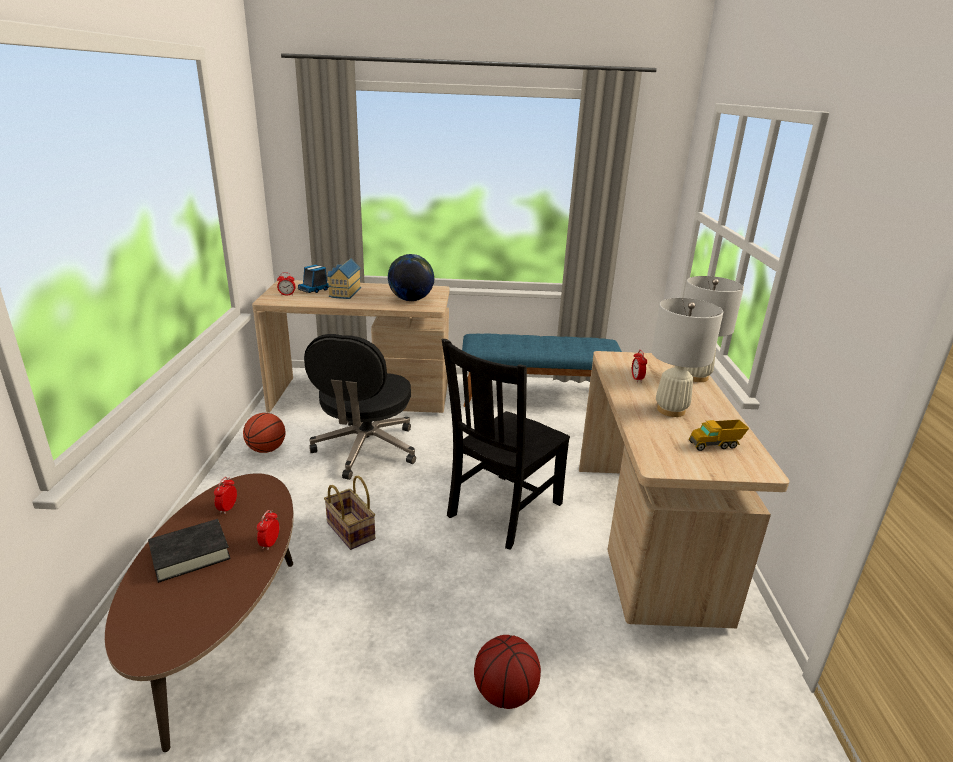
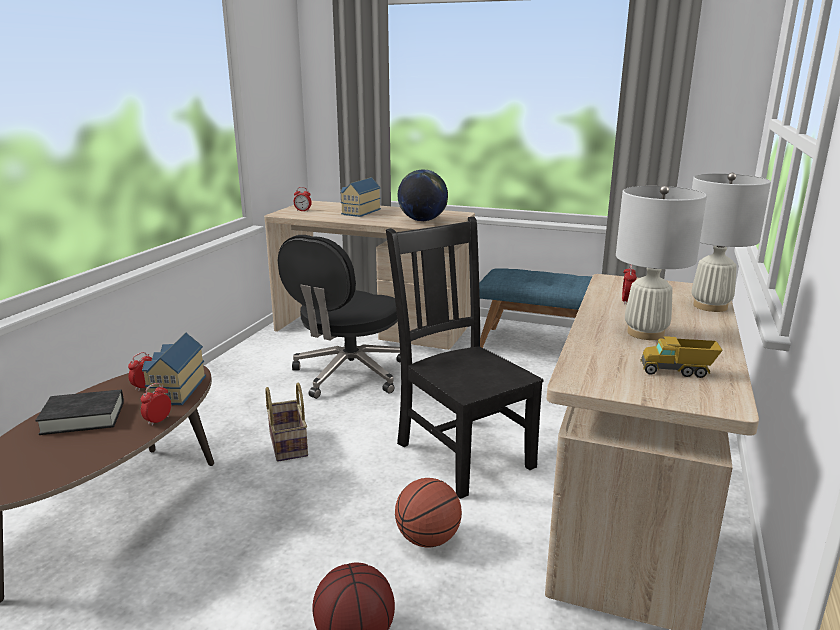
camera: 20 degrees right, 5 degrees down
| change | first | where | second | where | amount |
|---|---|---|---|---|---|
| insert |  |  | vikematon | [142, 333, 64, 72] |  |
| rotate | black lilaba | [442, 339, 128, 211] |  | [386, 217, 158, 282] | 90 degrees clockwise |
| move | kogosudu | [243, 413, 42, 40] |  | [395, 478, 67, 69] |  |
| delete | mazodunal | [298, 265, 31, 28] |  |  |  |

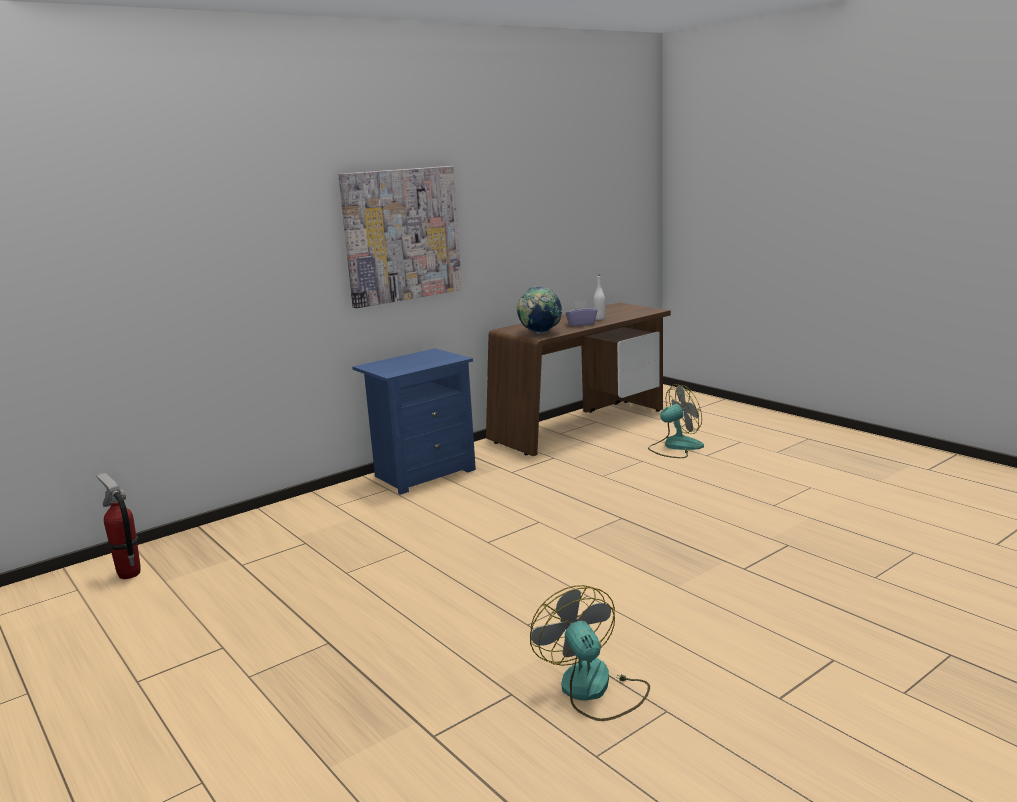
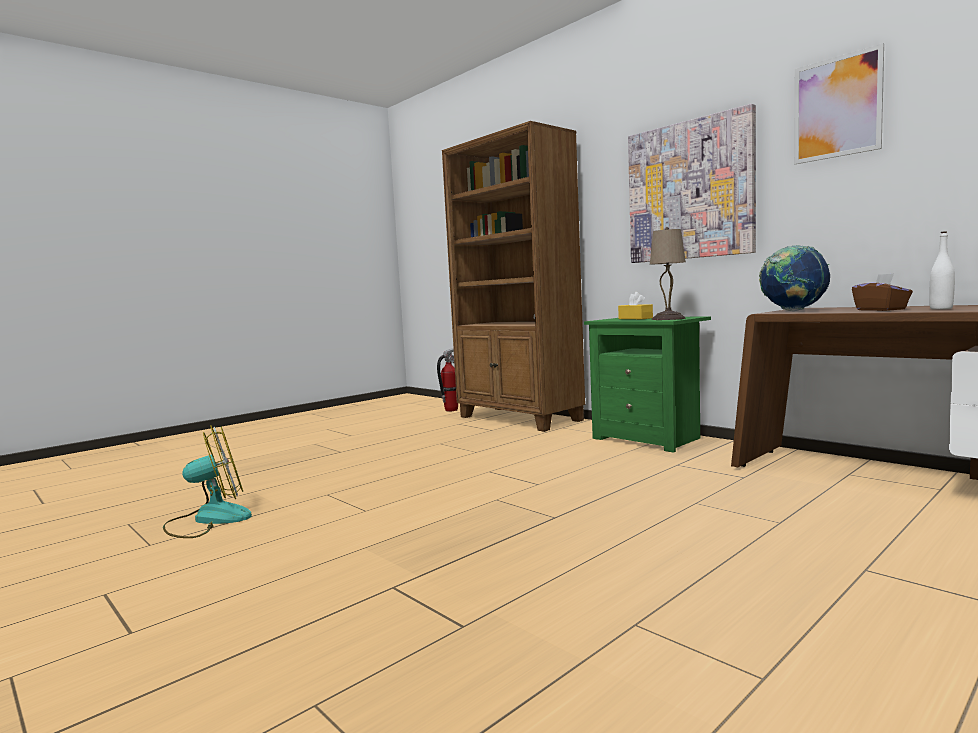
camera: 85 degrees right, 10 degrees down
| change | first | where | second | where | amount |
|---|---|---|---|---|---|
| insert |  |  | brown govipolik | [442, 121, 143, 311] |  |
| recolor | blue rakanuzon | [352, 348, 124, 147] | green rakanuzon | [584, 316, 127, 137] |  |
| insert |  |  | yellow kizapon | [618, 292, 35, 27] |  |
| insert |  |  | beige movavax | [650, 227, 36, 93] |  |
| insert |  |  | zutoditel | [794, 43, 90, 121] |  |
| recolor | purple kizapon | [565, 301, 32, 25] | brown kizapon | [852, 273, 61, 38] |  |
| delete | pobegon | [648, 384, 56, 74] |  |  |  |

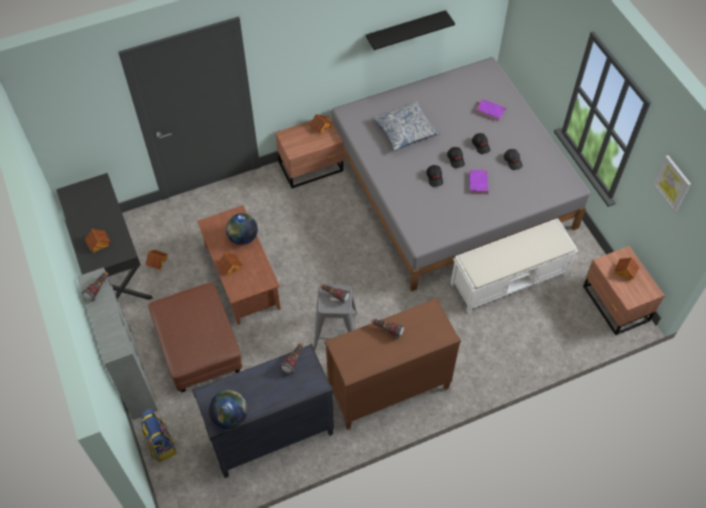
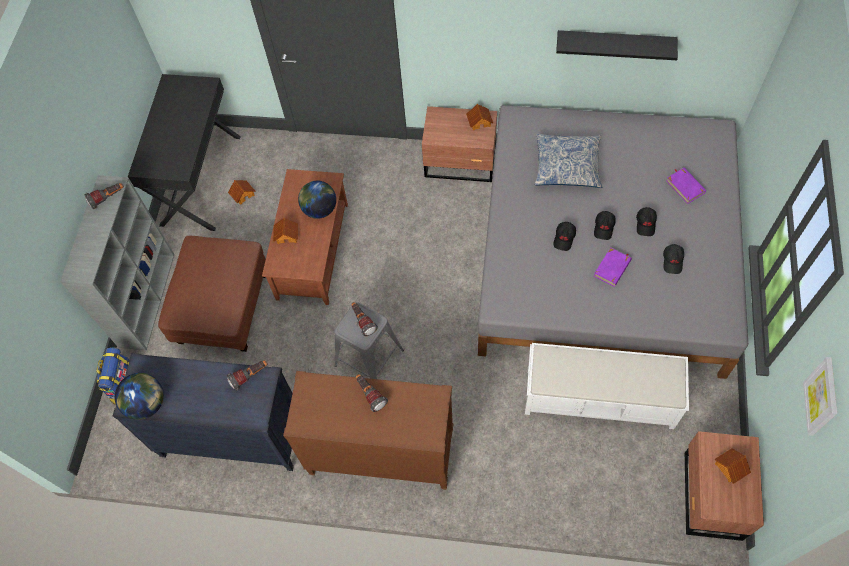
camera: 35 degrees right, 5 degrees up
| change | first | where | second | where | amount |
|---|---|---|---|---|---|
| delete | vikematon | [85, 229, 25, 24] |  |  |  |

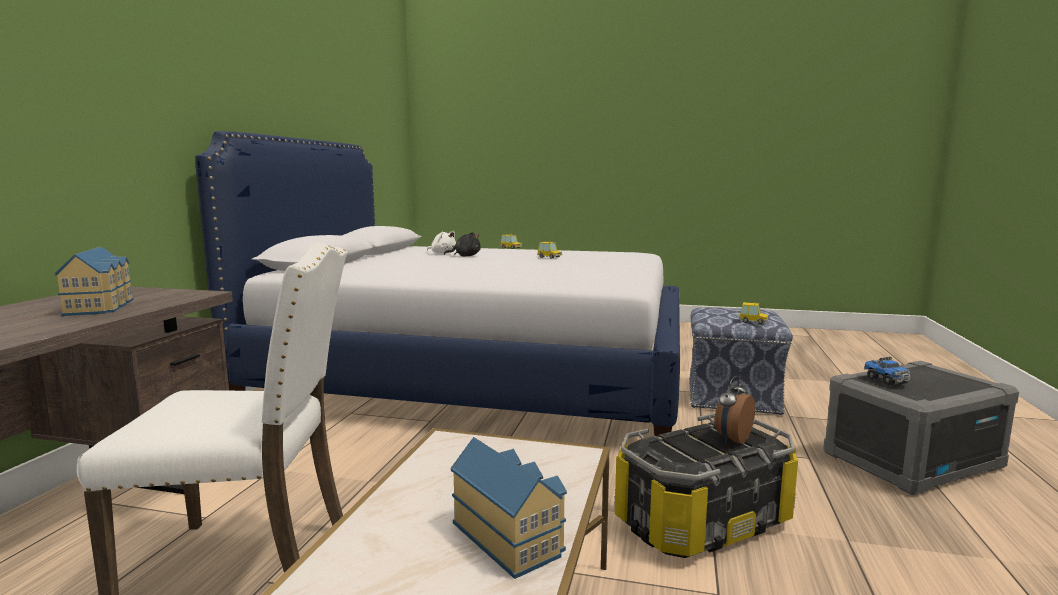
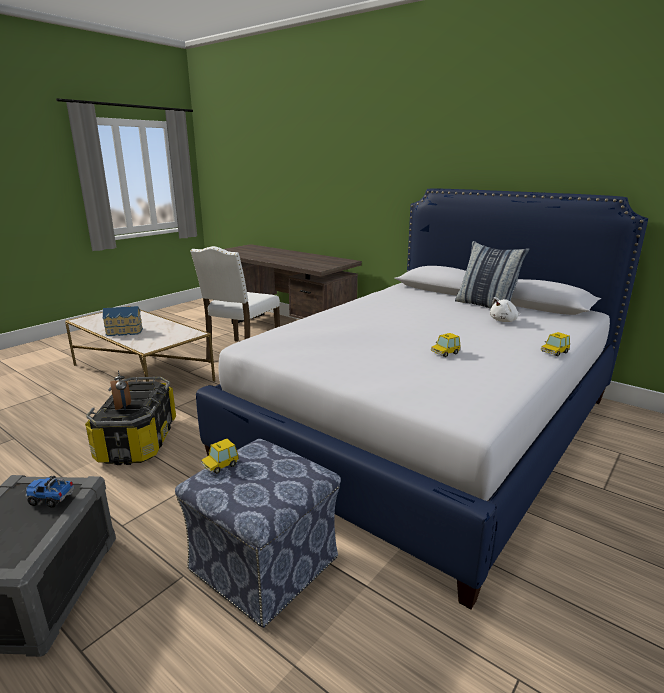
camera: 115 degrees right, 10 degrees up
| change | first | where | second | where | amount |
|---|---|---|---|---|---|
| insert |  |  | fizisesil | [455, 241, 74, 68] |  |
| delete | vikematon | [54, 247, 80, 69] |  |  |  |
| delete | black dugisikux | [444, 232, 37, 25] |  |  |  |

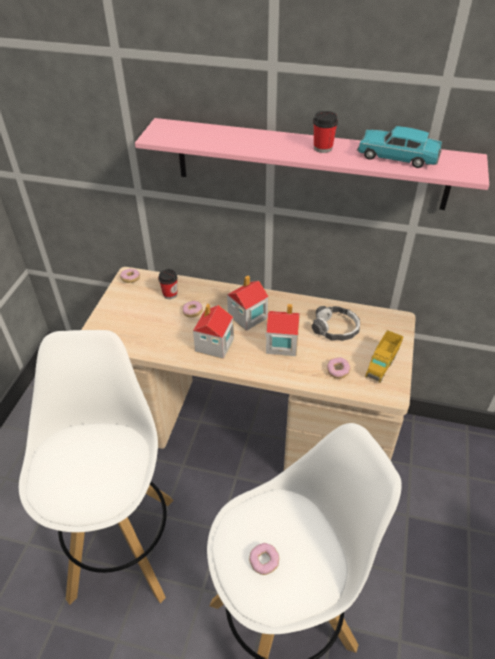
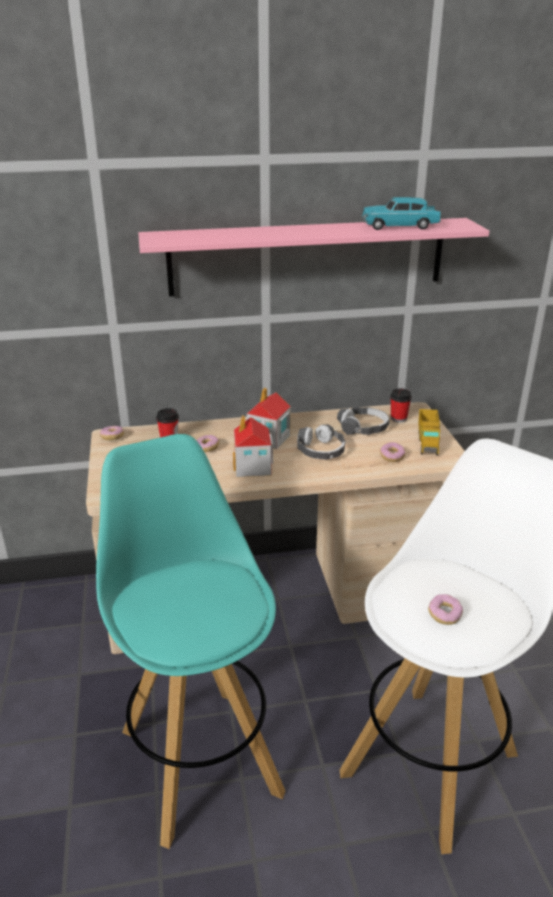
camera: 25 degrees left, 15 degrees down
| change | first | where | second | where | amount |
|---|---|---|---|---|---|
| recolor | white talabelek | [19, 330, 155, 275] | turquoise talabelek | [96, 434, 189, 415] |  |
| replace | vikematon | [265, 304, 35, 52] | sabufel | [297, 424, 49, 36] |  |
| move | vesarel | [313, 111, 25, 42] |  | [390, 388, 22, 35] |  |

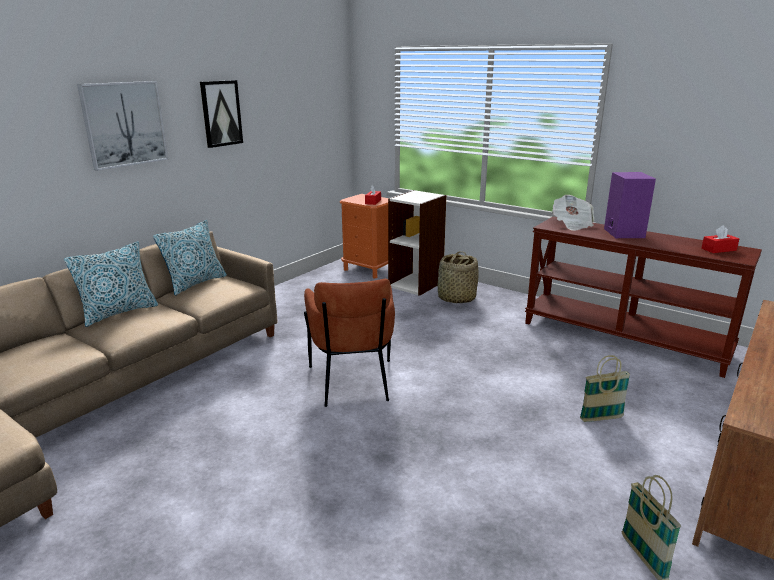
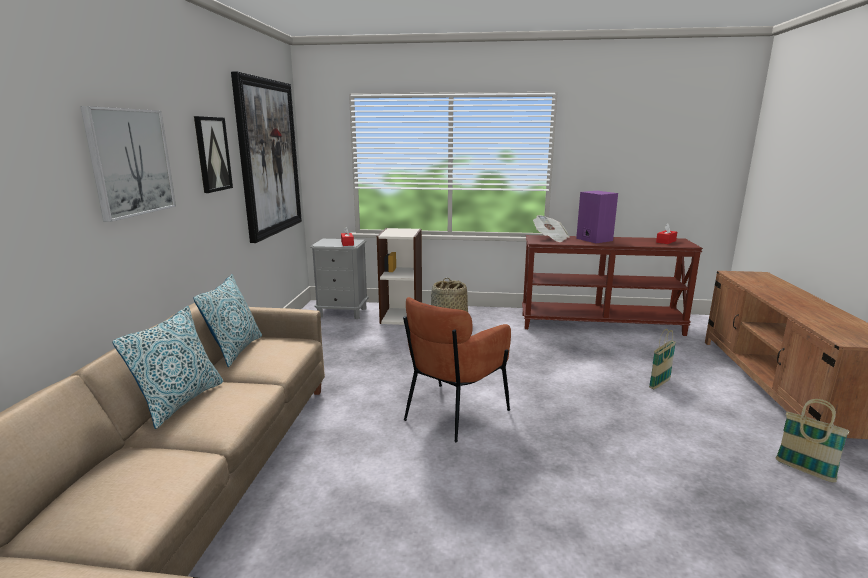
camera: 30 degrees left, 5 degrees down
| change | first | where | second | where | amount |
|---|---|---|---|---|---|
| insert |  |  | zutoditel | [231, 72, 71, 171] |  |
| recolor | orange rakanuzon | [340, 194, 48, 84] | grey rakanuzon | [310, 239, 59, 80] |  |
| rotate | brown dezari | [304, 279, 91, 128] |  | [403, 297, 108, 145] | 75 degrees clockwise |

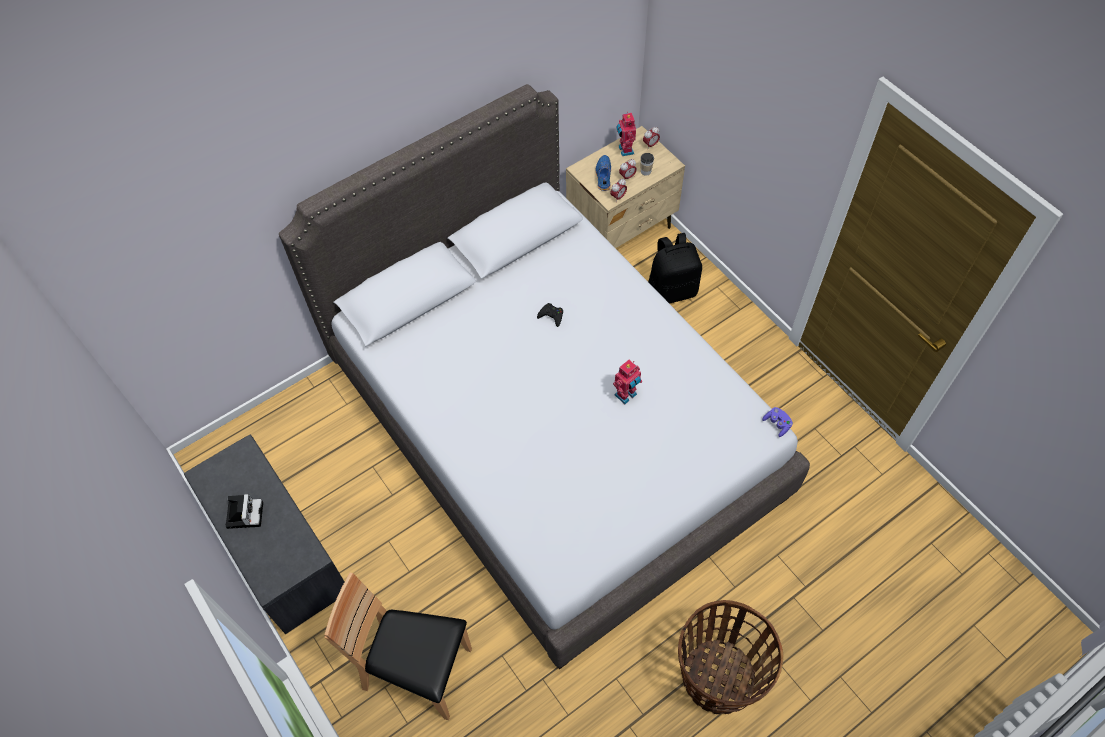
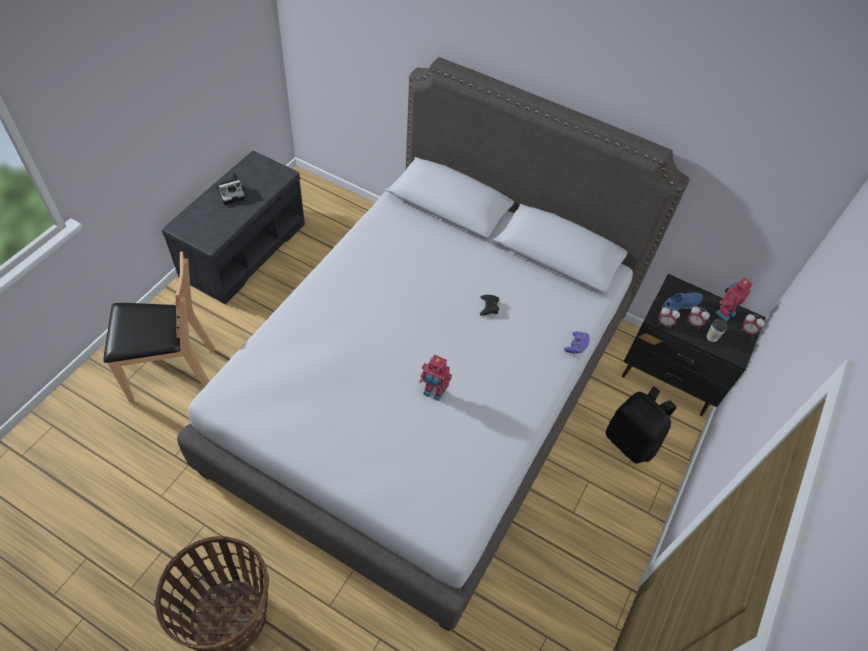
camera: 60 degrees right, 5 degrees down
| change | first | where | second | where | amount |
|---|---|---|---|---|---|
| rotate | brown lilaba | [324, 573, 148, 147] |  | [103, 251, 112, 151] | 90 degrees clockwise |
| move | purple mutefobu | [762, 407, 31, 30] |  | [564, 331, 26, 23] |  |
| recolor | beige rakanuzon | [566, 126, 119, 122] | black rakanuzon | [622, 274, 144, 142] |  |

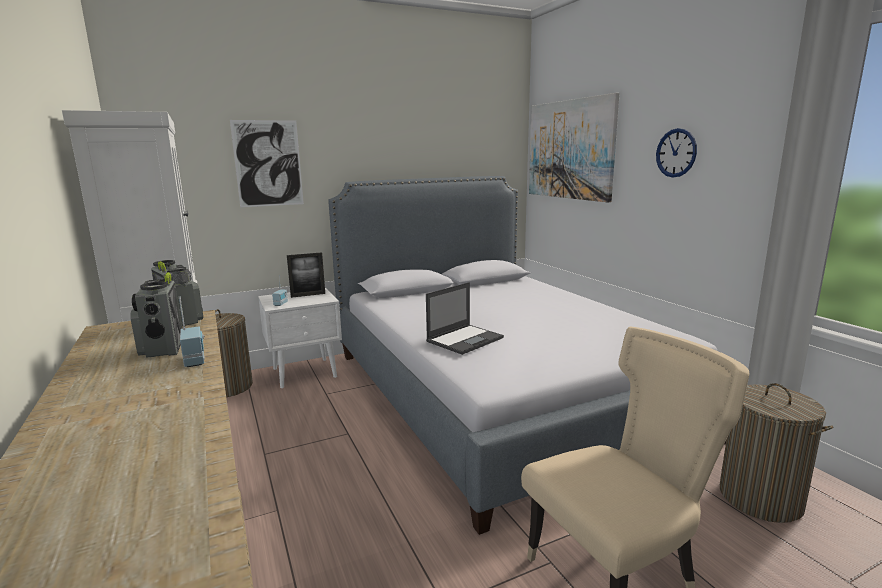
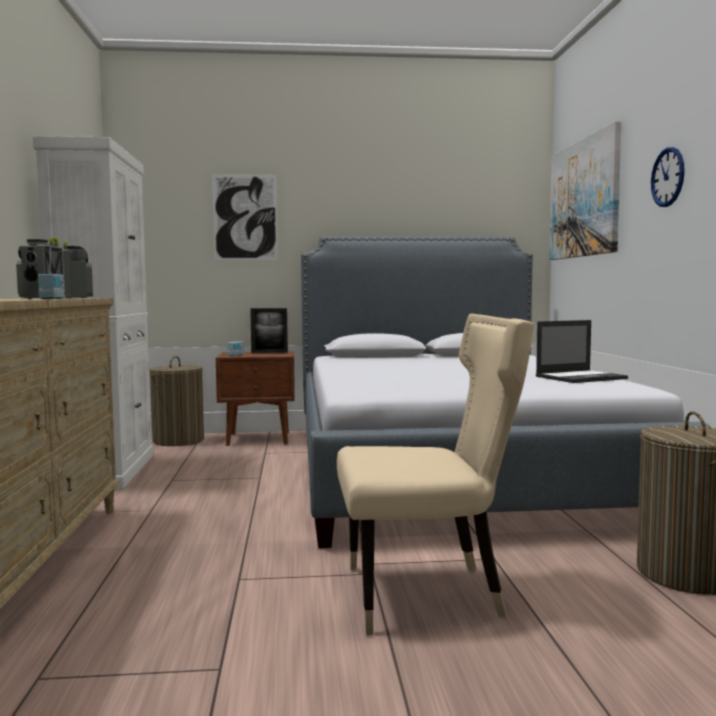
camera: 20 degrees right, 10 degrees down
| change | first | where | second | where | amount |
|---|---|---|---|---|---|
| recolor | white rakanuzon | [258, 288, 84, 100] | brown rakanuzon | [216, 351, 79, 95] |  |
| move | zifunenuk | [426, 282, 78, 73] |  | [536, 320, 92, 63] |  |

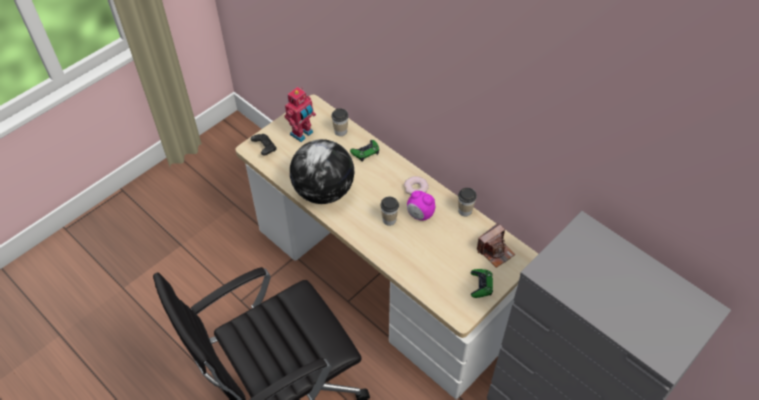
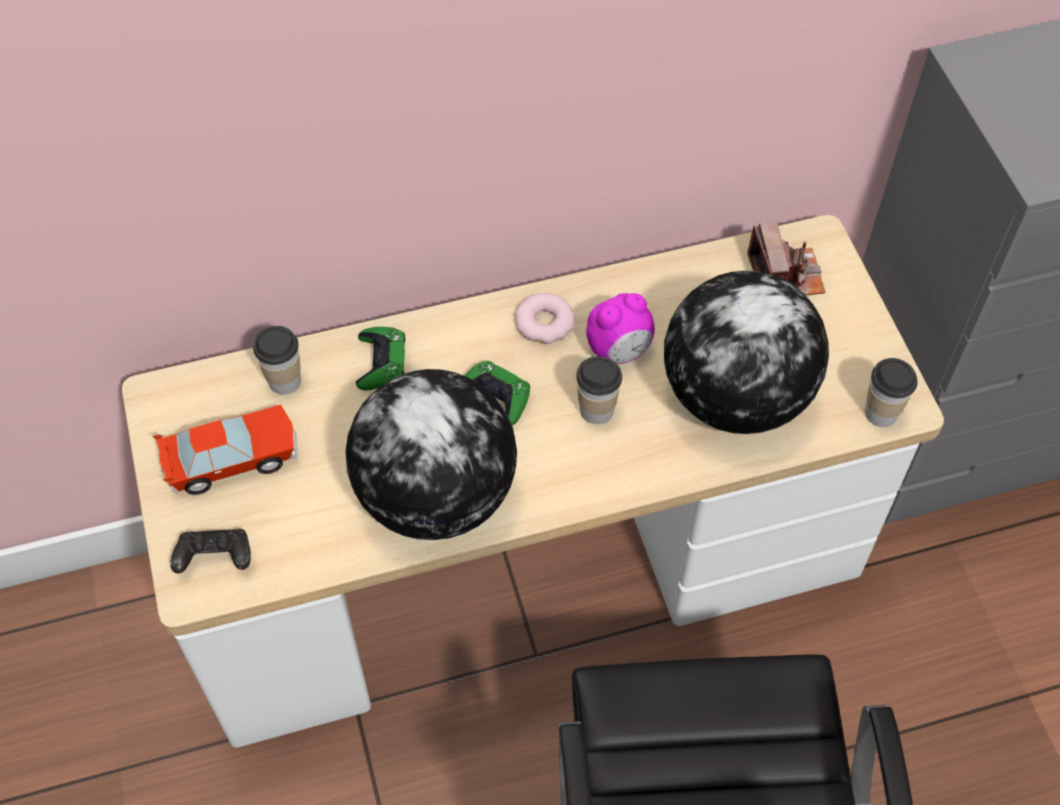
camera: 60 degrees left, 5 degrees up
| change | first | where | second | where | amount |
|---|---|---|---|---|---|
| replace | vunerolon | [284, 87, 32, 55] | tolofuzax | [152, 404, 146, 91] |  |
| move | green mutefobu | [471, 269, 22, 29] |  | [464, 361, 66, 64] |  |
| insert |  |  | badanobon | [664, 271, 165, 163] |  |
| move | vesarel | [458, 188, 19, 29] |  | [865, 358, 53, 69] |  |

